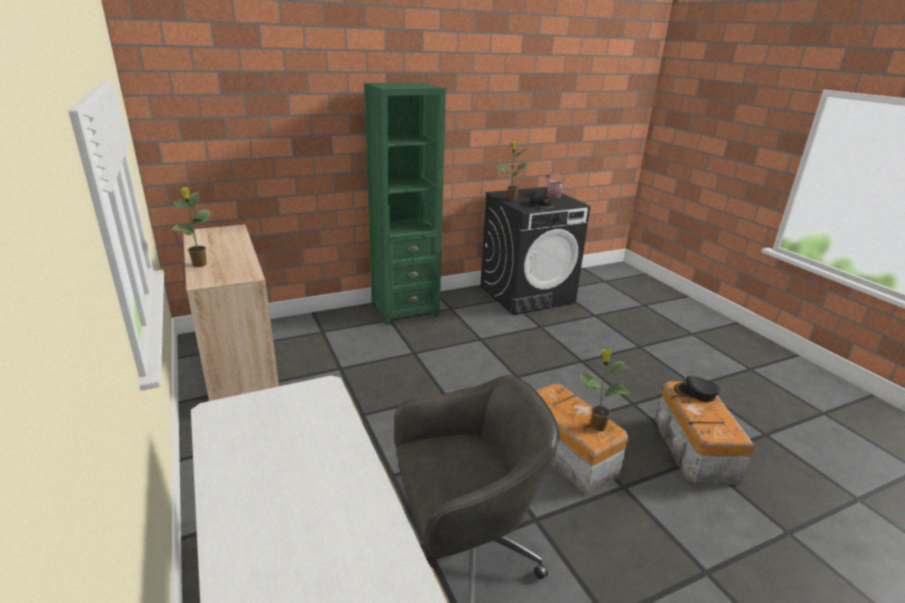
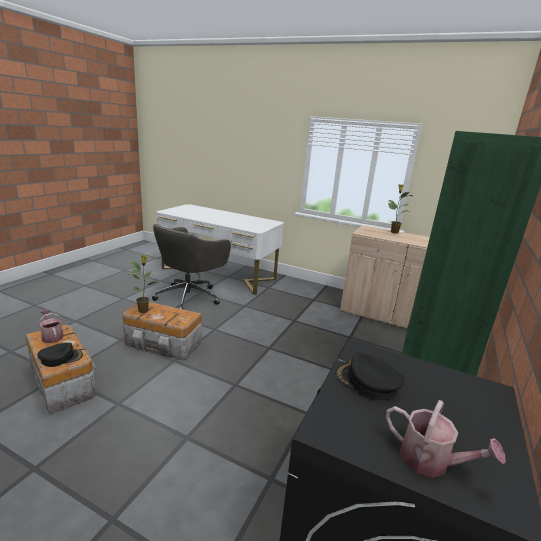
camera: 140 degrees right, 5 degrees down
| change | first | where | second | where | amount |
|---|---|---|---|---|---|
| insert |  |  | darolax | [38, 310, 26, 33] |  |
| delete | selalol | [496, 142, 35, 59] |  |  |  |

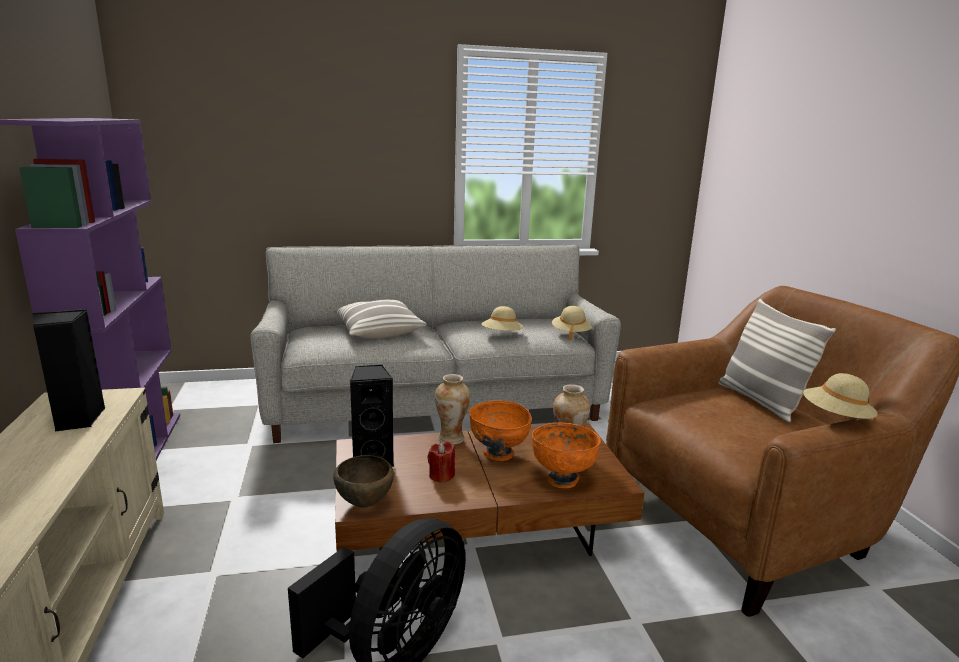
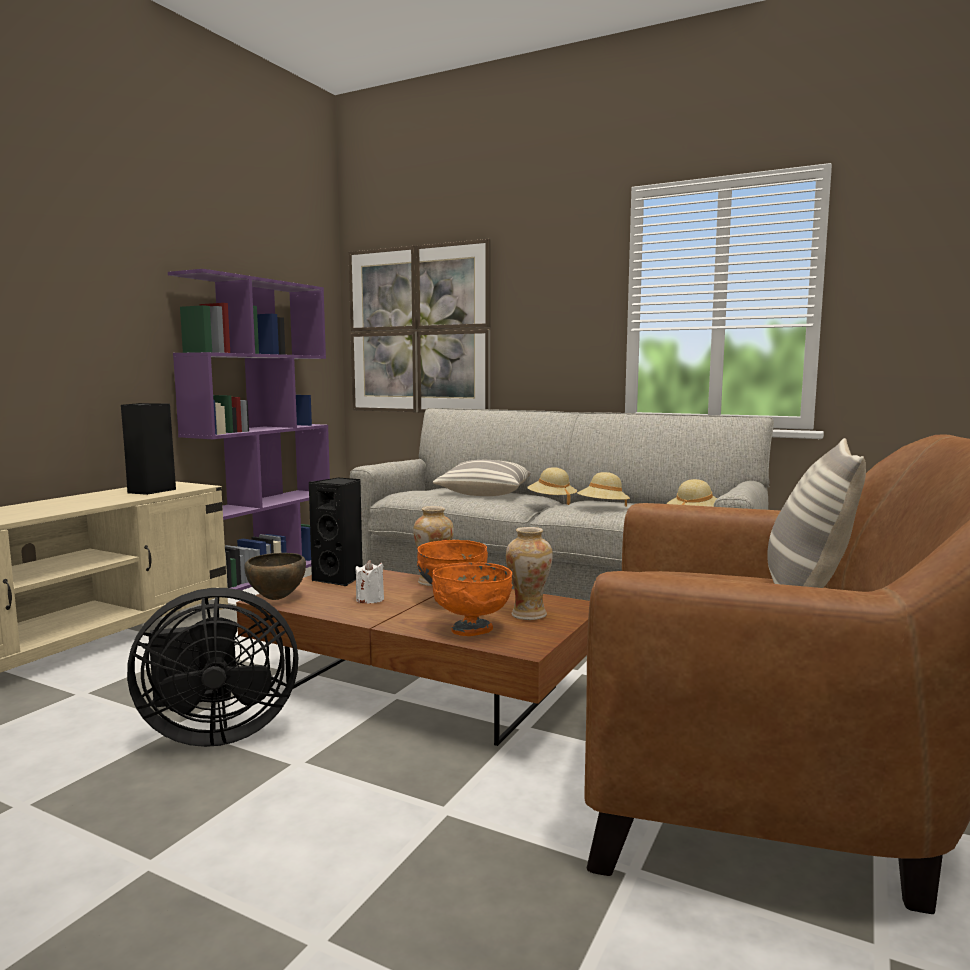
camera: 40 degrees right, 10 degrees down
| change | first | where | second | where | amount |
|---|---|---|---|---|---|
| insert |  |  | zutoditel | [349, 239, 142, 174] |  |
| recolor | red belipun | [427, 442, 28, 41] | white belipun | [356, 560, 28, 43] |  |
| move | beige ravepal | [803, 373, 75, 50] |  | [527, 467, 50, 38] |  |

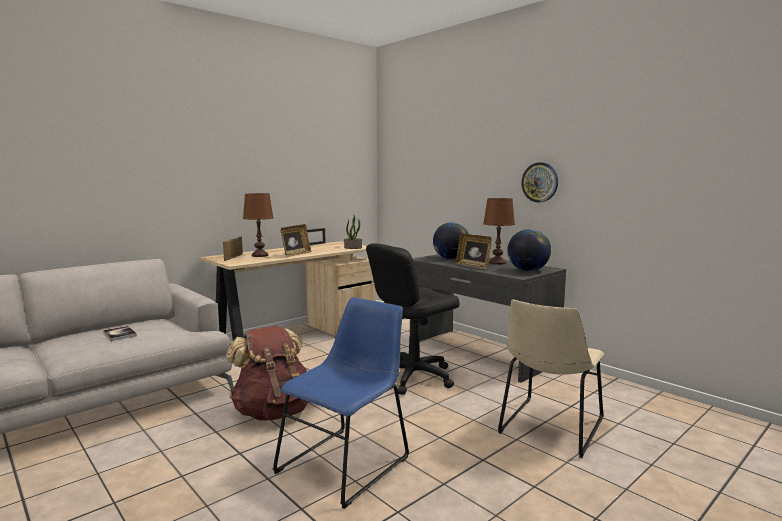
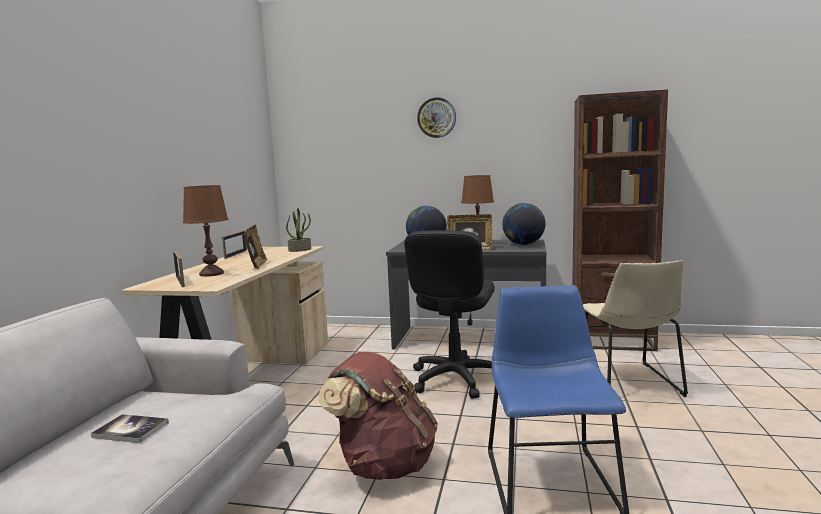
camera: 35 degrees left, 0 degrees up
| change | first | where | second | where | amount |
|---|---|---|---|---|---|
| move | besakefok | [521, 162, 37, 41] |  | [417, 97, 39, 41] |  |
| insert |  |  | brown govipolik | [572, 90, 96, 261] |  |

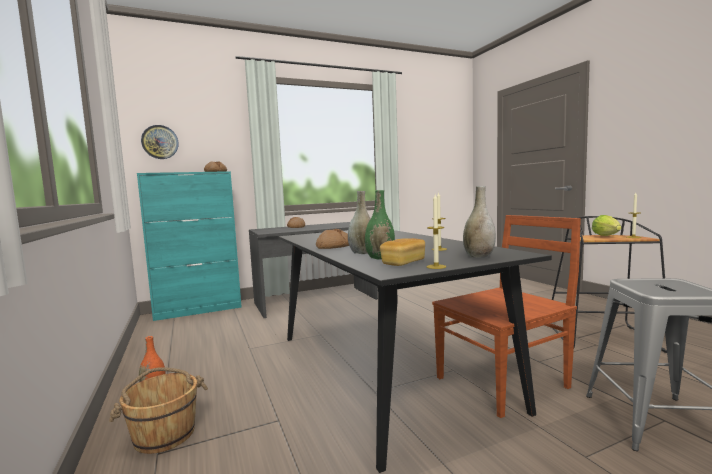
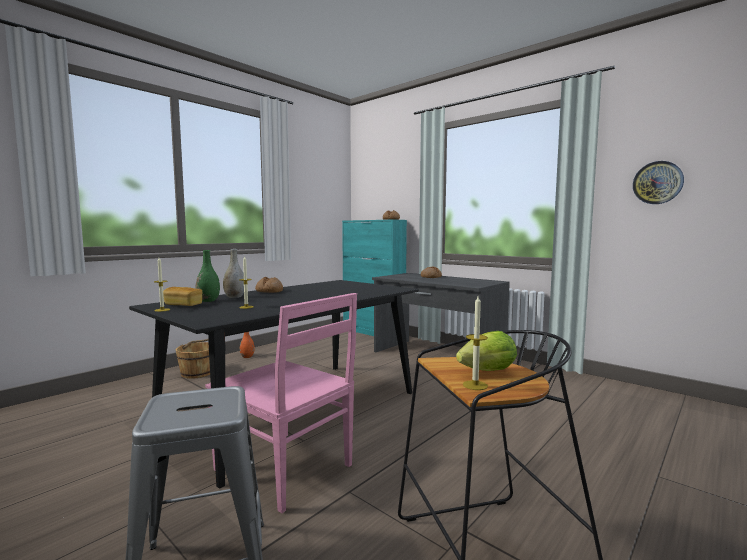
camera: 65 degrees right, 0 degrees up
| change | first | where | second | where | amount |
|---|---|---|---|---|---|
| recolor | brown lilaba | [432, 215, 149, 203] | pink lilaba | [205, 293, 152, 220] |  |
| move | besakefok | [141, 125, 38, 34] |  | [633, 161, 51, 43] |  |
| delete | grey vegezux | [463, 186, 33, 72] |  |  |  |

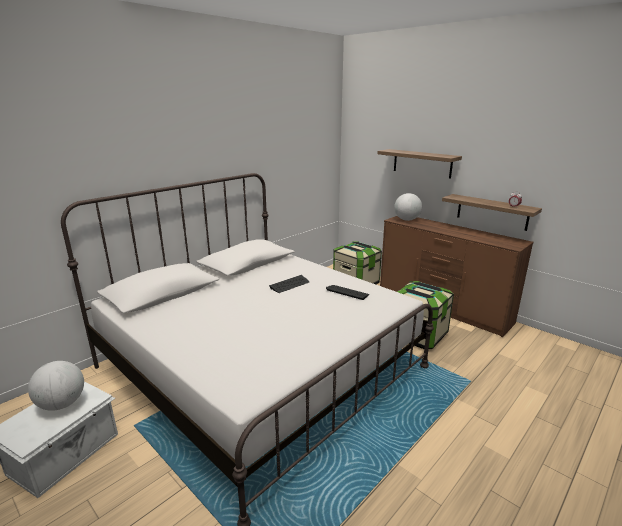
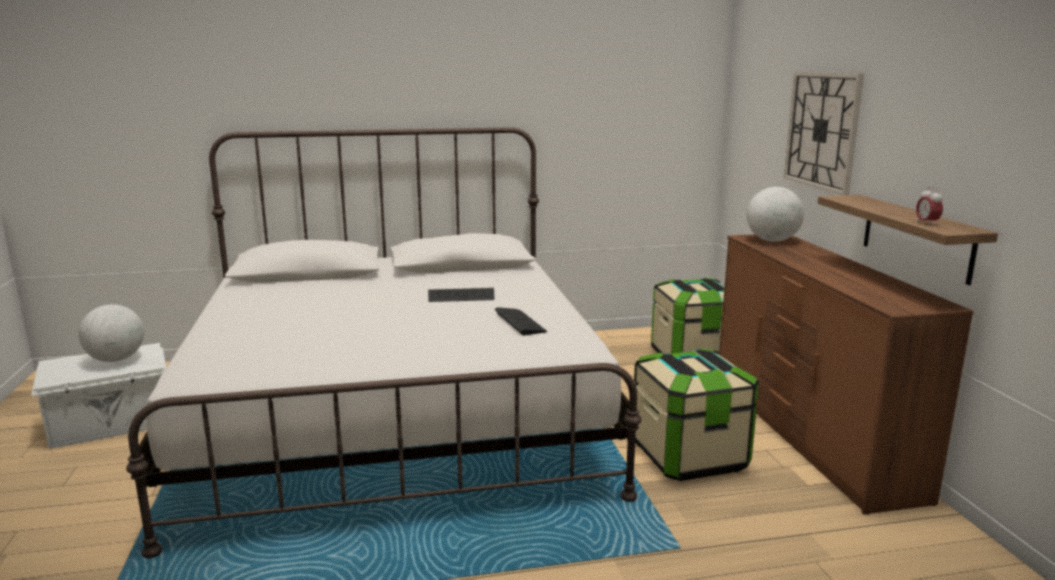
camera: 35 degrees right, 5 degrees down
| change | first | where | second | where | amount |
|---|---|---|---|---|---|
| replace | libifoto | [377, 149, 85, 30] | besakefok | [784, 72, 80, 123] |  |

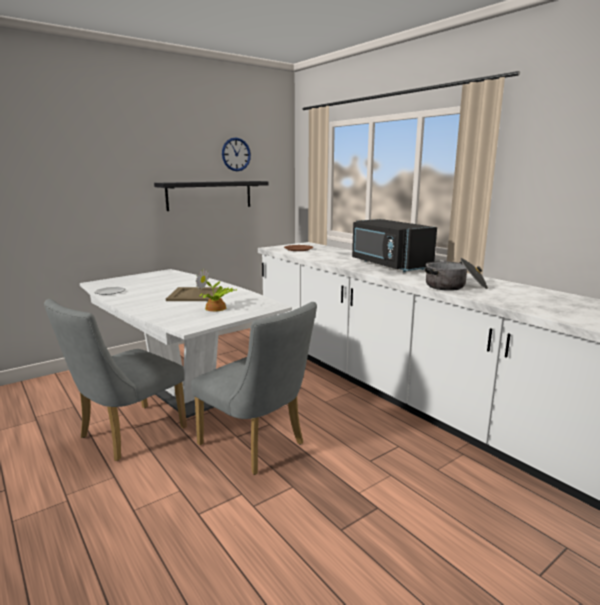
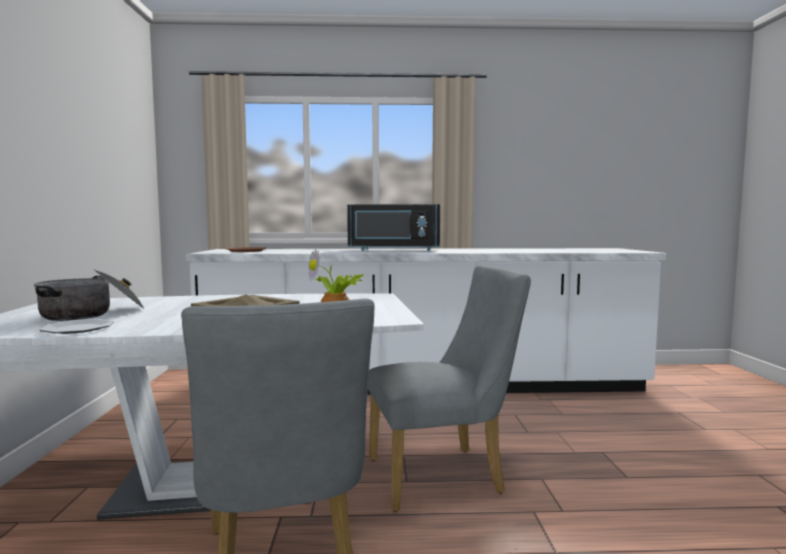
camera: 55 degrees left, 10 degrees down
| change | first | where | second | where | amount |
|---|---|---|---|---|---|
| move | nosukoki | [425, 258, 63, 33] |  | [34, 269, 110, 52] |  |
| delete | black libifoto | [154, 181, 115, 30] |  |  |  |
| delete | besakefok | [222, 137, 29, 34] |  |  |  |

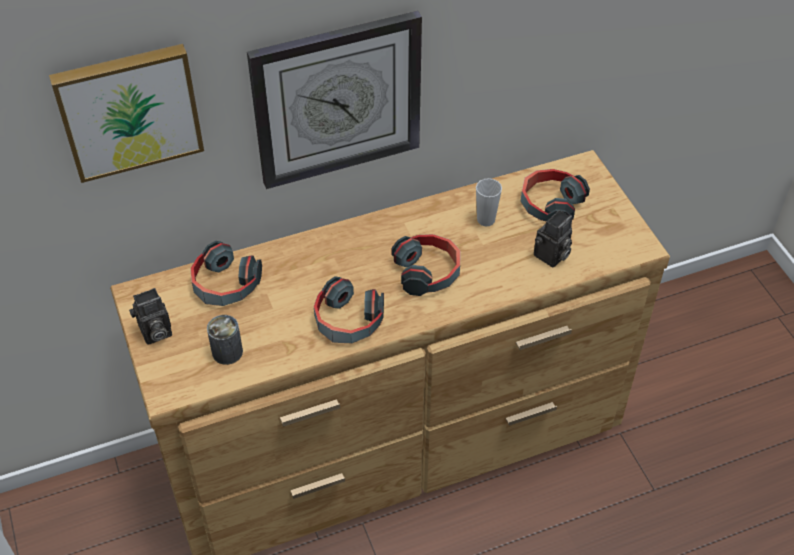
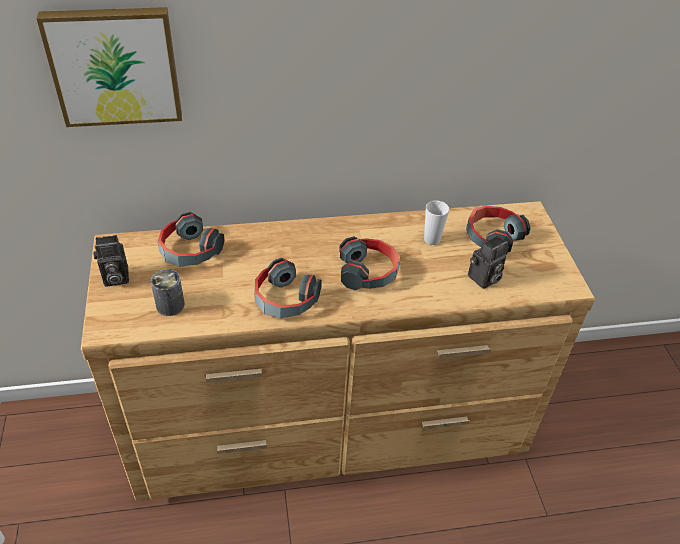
camera: 10 degrees right, 5 degrees down
| change | first | where | second | where | amount |
|---|---|---|---|---|---|
| delete | besakefok | [247, 11, 175, 178] |  |  |  |

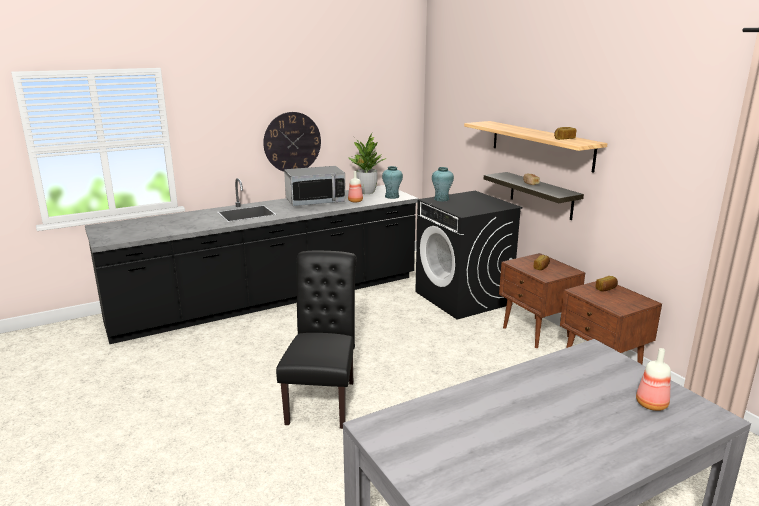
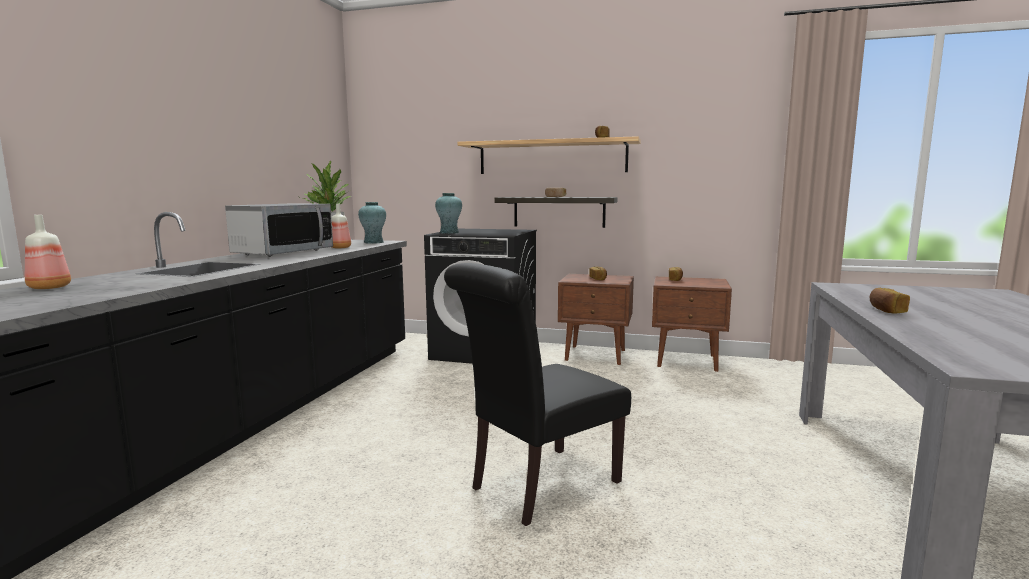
camera: 45 degrees left, 10 degrees down
| change | first | where | second | where | amount |
|---|---|---|---|---|---|
| move | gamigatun | [636, 348, 35, 63] |  | [25, 215, 46, 74] |  |
| rotate | black lilaba | [276, 251, 81, 178] |  | [444, 263, 187, 263] | 90 degrees counterclockwise |
| insert |  |  | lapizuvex | [869, 288, 41, 25] |  |
| delete | besakefok | [263, 112, 58, 60] |  |  |  |

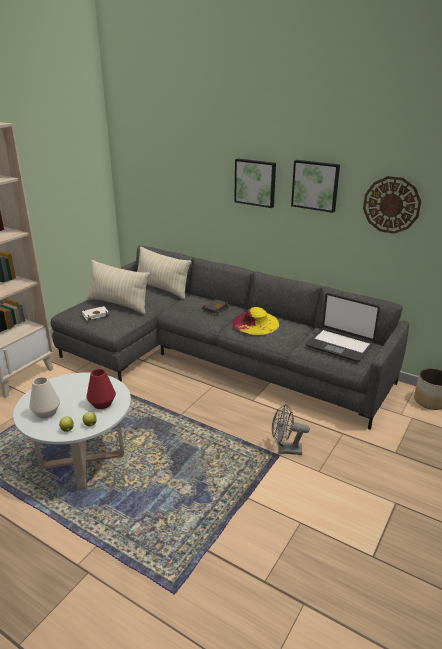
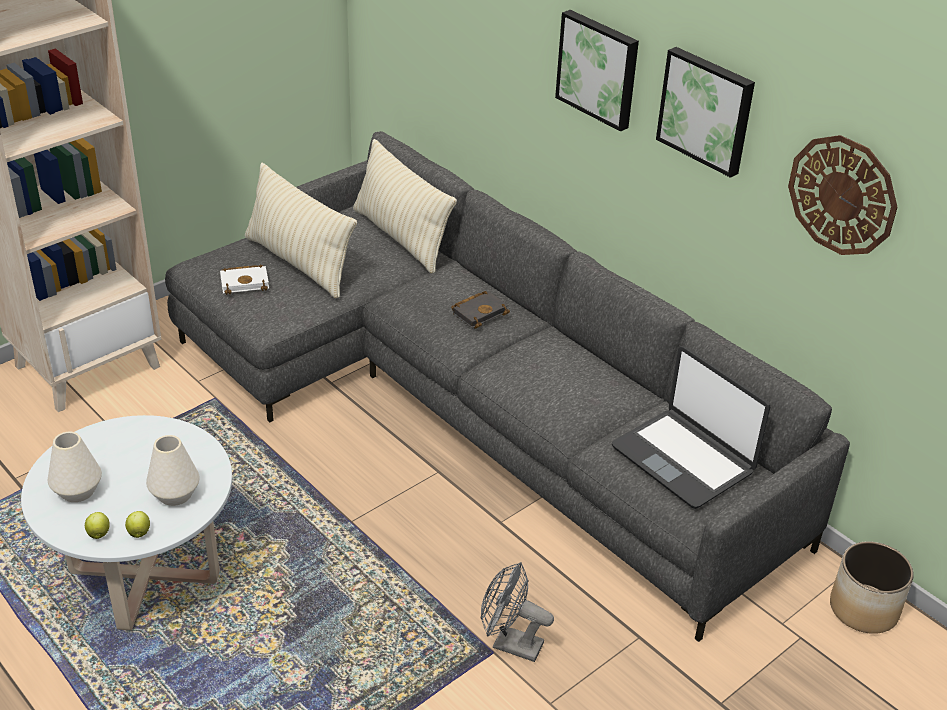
camera: 15 degrees right, 10 degrees up
| change | first | where | second | where | amount |
|---|---|---|---|---|---|
| recolor | red vegezux | [86, 369, 30, 40] | white vegezux | [146, 435, 54, 71] |  |
| delete | yellow ravepal | [232, 307, 47, 28] |  |  |  |

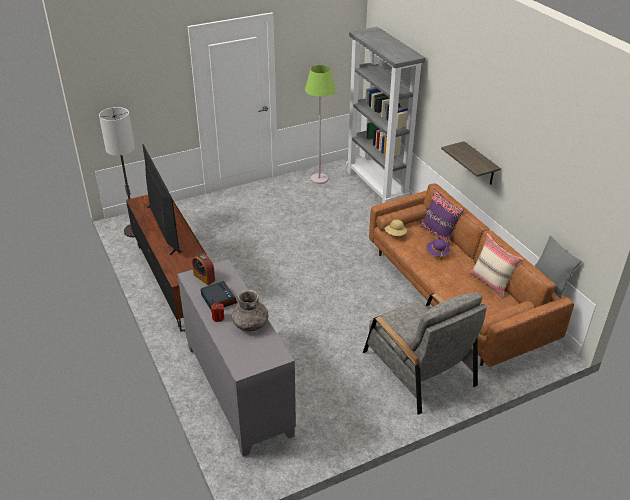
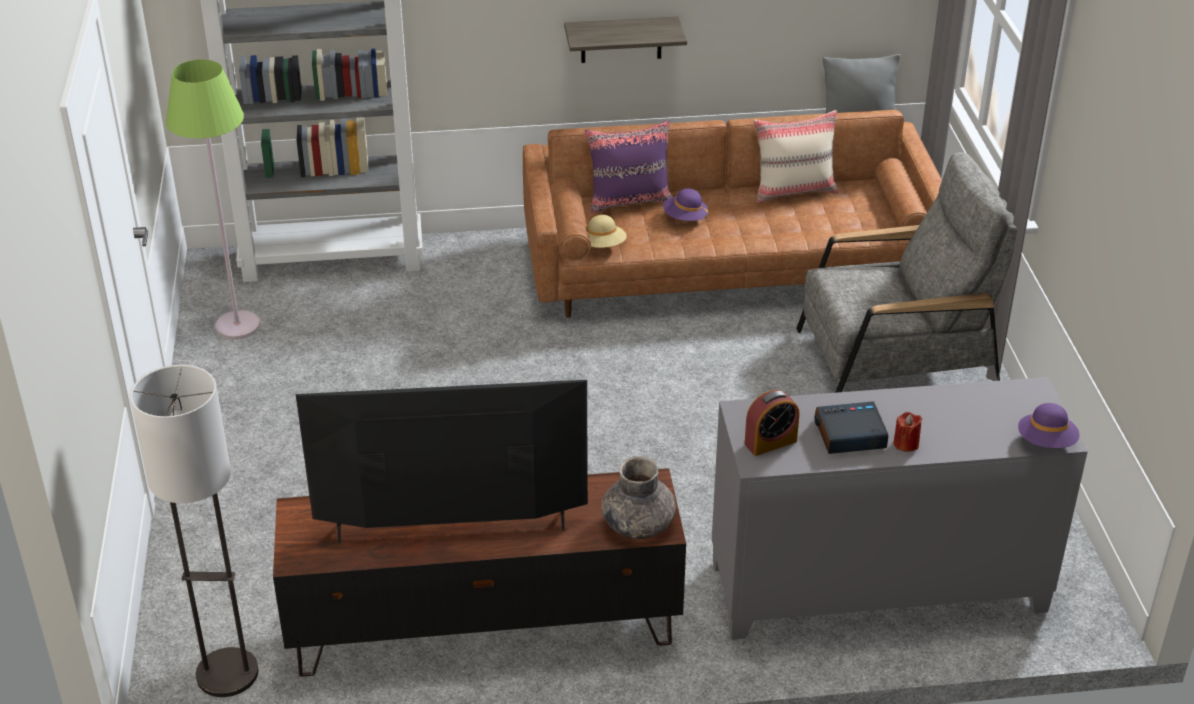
camera: 70 degrees left, 0 degrees up
| change | first | where | second | where | amount |
|---|---|---|---|---|---|
| move | grey vegezux | [232, 290, 37, 41] |  | [601, 456, 75, 83] |  |
| insert |  |  | purple ravepal | [1018, 403, 62, 45] |  |

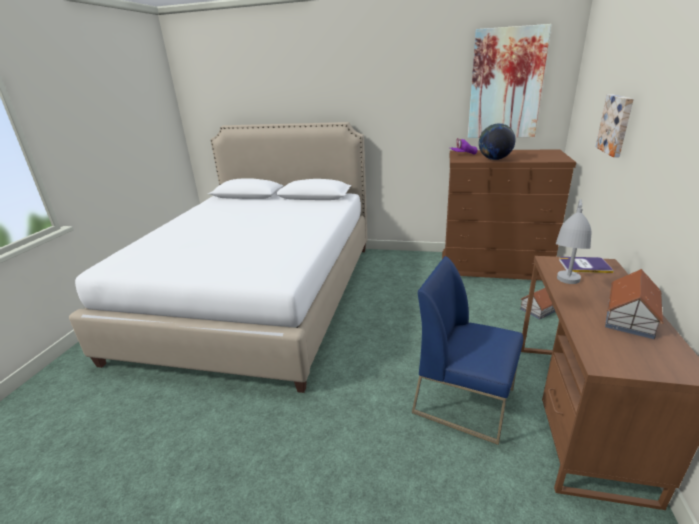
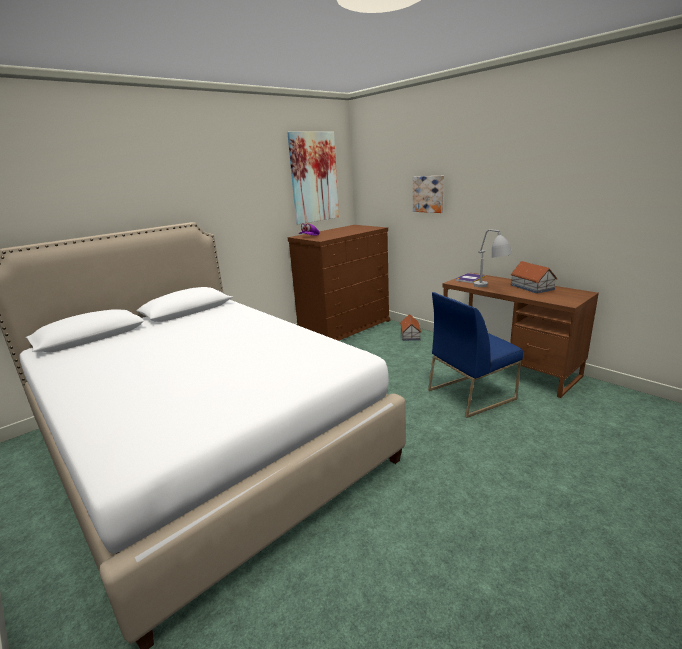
camera: 55 degrees left, 5 degrees down
| change | first | where | second | where | amount |
|---|---|---|---|---|---|
| delete | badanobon | [479, 123, 37, 37] |  |  |  |

